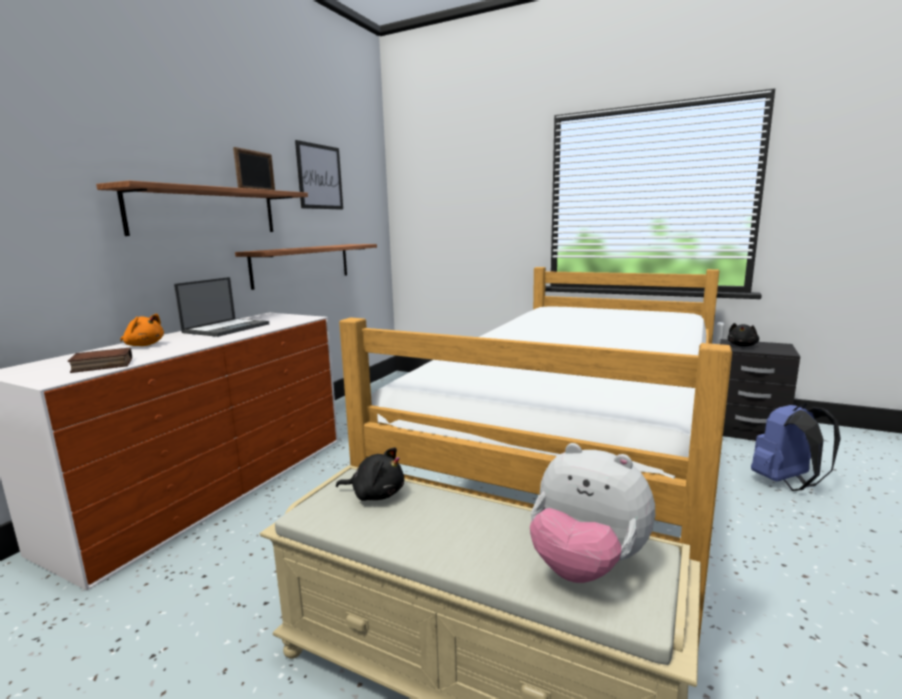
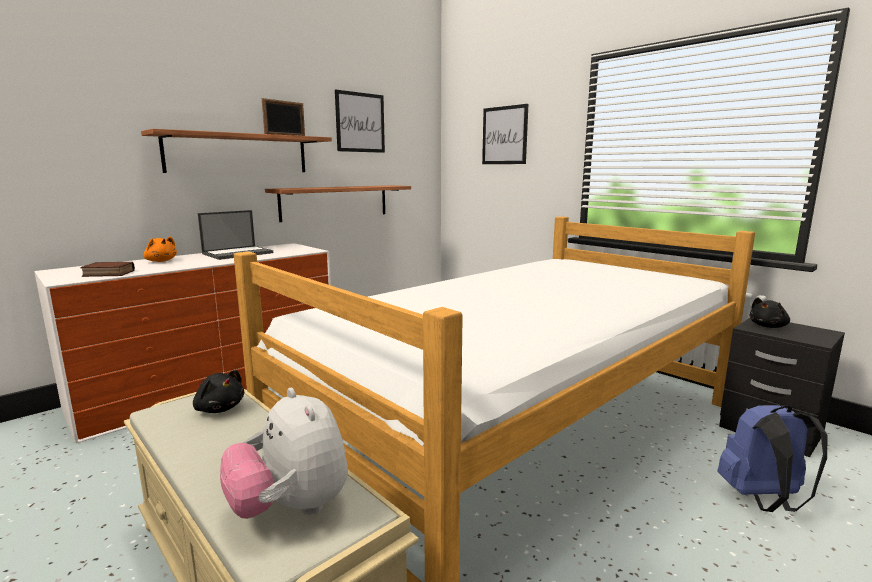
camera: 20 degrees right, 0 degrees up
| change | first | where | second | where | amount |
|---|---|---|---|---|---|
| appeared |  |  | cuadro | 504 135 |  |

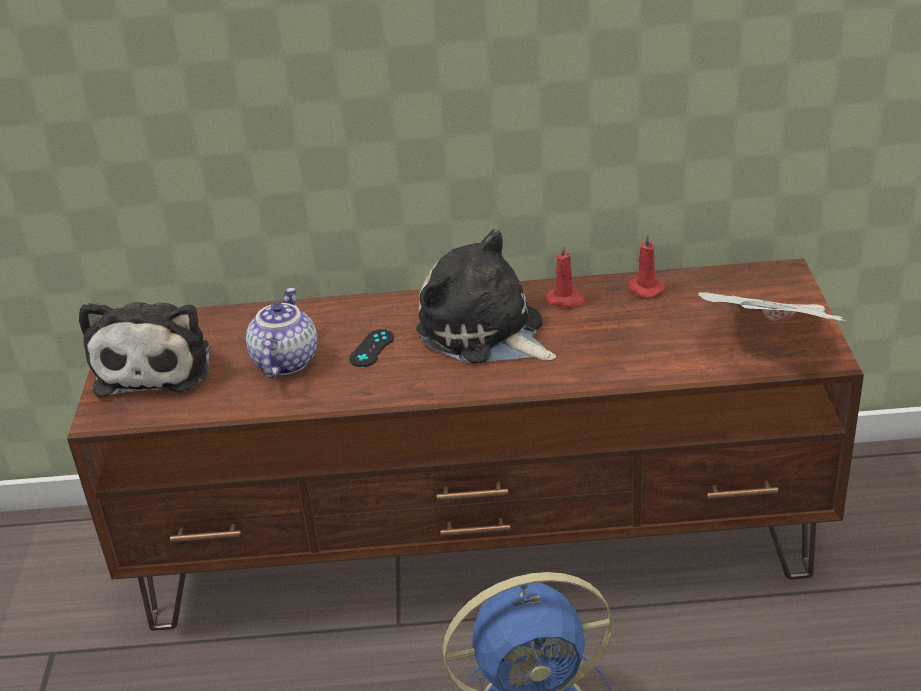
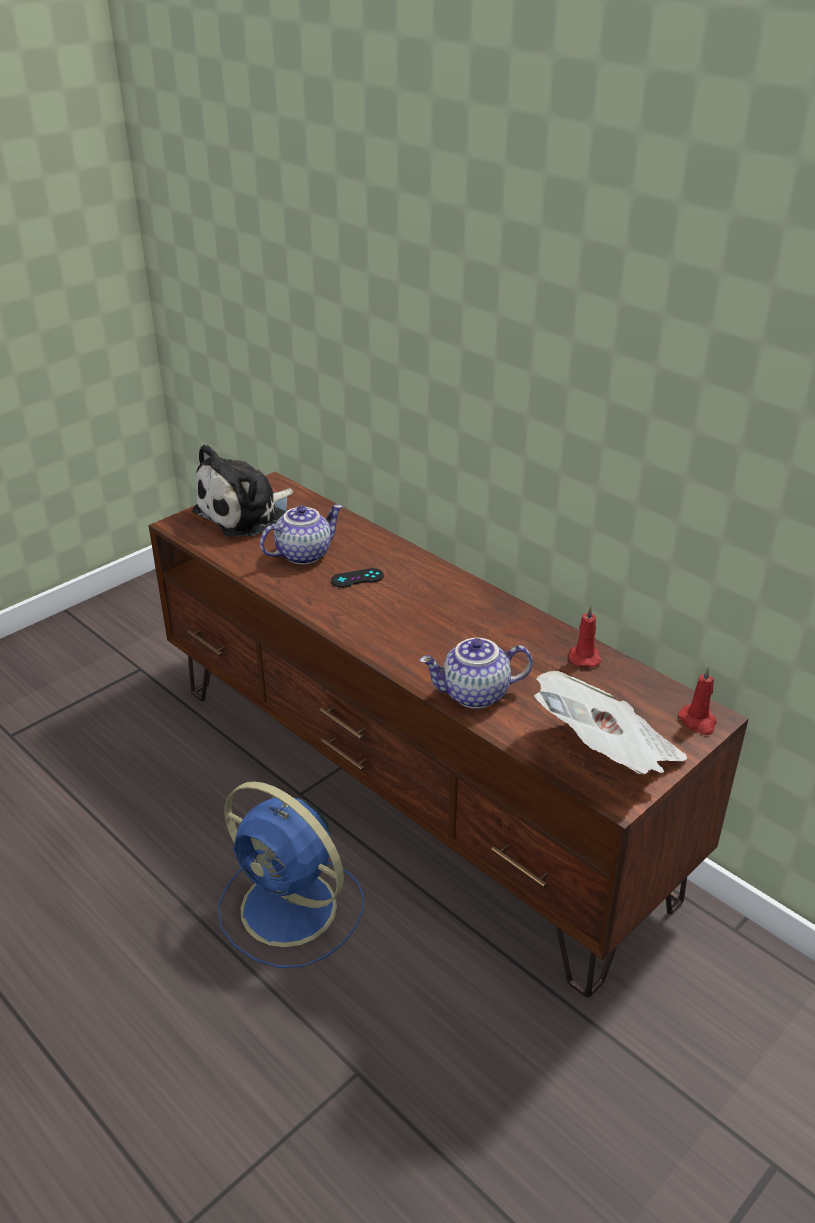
camera: 45 degrees right, 0 degrees up
| change | first | where | second | where | amount |
|---|---|---|---|---|---|
| missing | peluche | 485 333 |  |  |  |
| relocated | vela [rojo] | 566 300 |  | 698 722 |  |
| appeared |  |  | tetera | 475 695 |  |

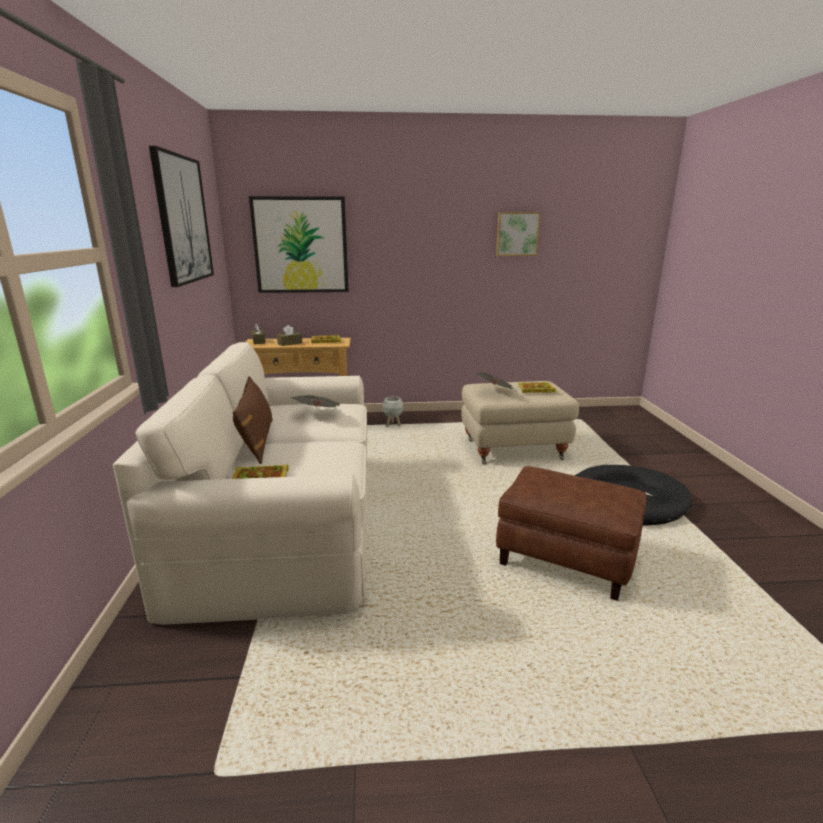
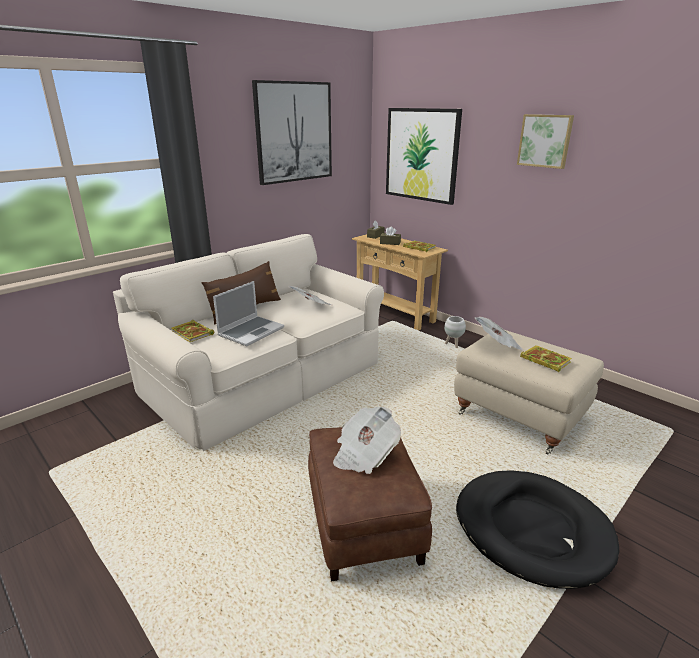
camera: 50 degrees right, 5 degrees up
| change | first | where | second | where | amount |
|---|---|---|---|---|---|
| relocated | cuadro | 517 234 |  | 545 141 |  |
| appeared |  |  | portátil | 251 331 |  |
| appeared |  |  | periódico | 364 454 |  |

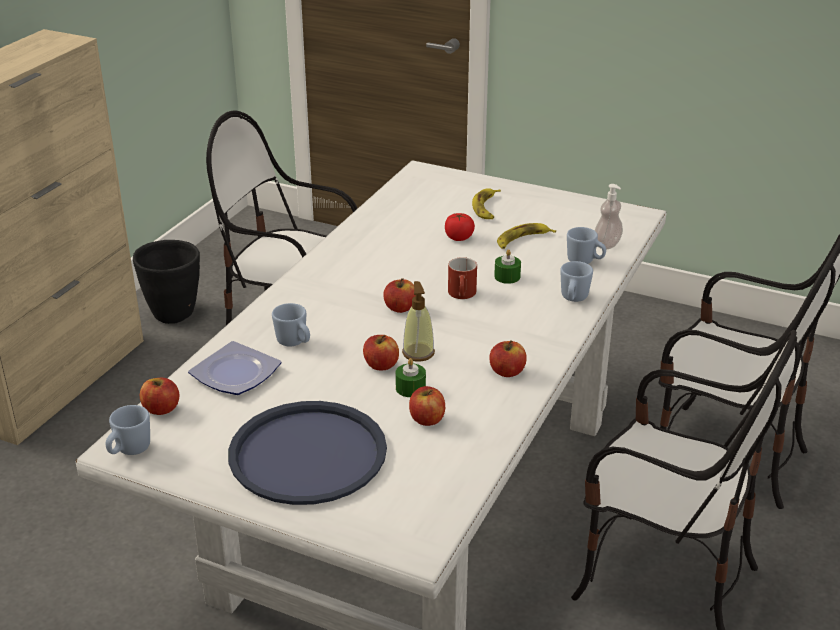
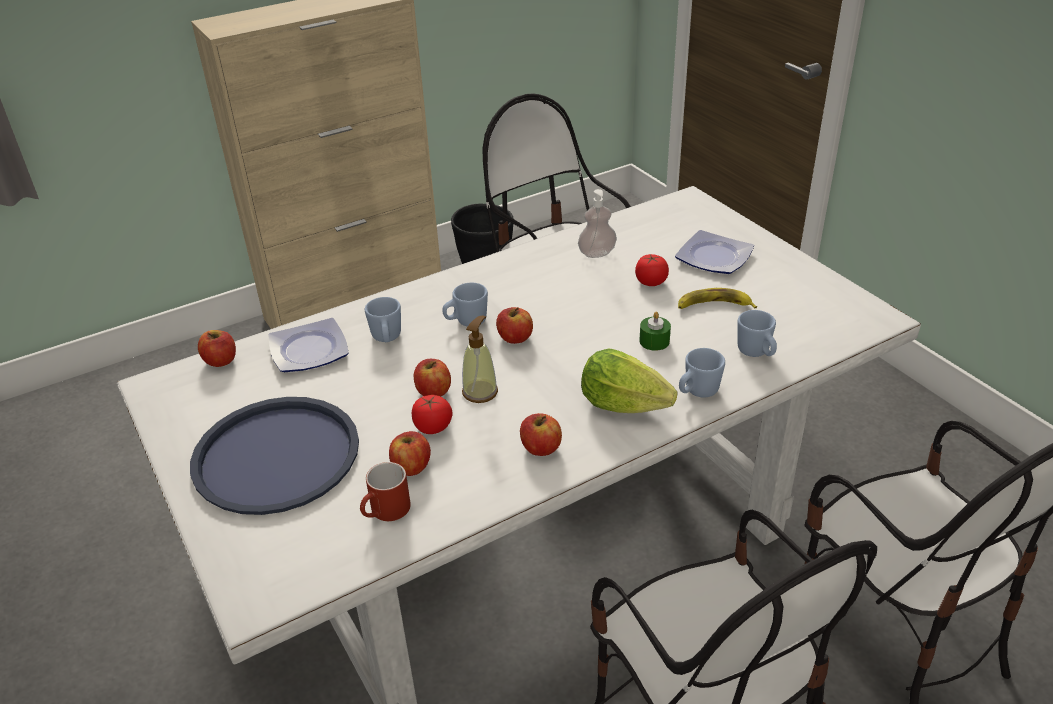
camera: 35 degrees right, 5 degrees up
| change | first | where | second | where | amount |
|---|---|---|---|---|---|
| relocated | dispensador de jabón | 607 244 |  | 597 253 |  |
| exchanged | plátano | 487 208 | plato | 714 258 |  |
| relocated | taza grande [rojo] | 463 295 |  | 386 513 |  |
| exchanged | vela [verde] | 410 388 | tomate | 433 427 |  |
| relocated | taza grande [azul] | 129 451 |  | 466 322 |  |
| appeared |  |  | lechuga | 623 404 |  |

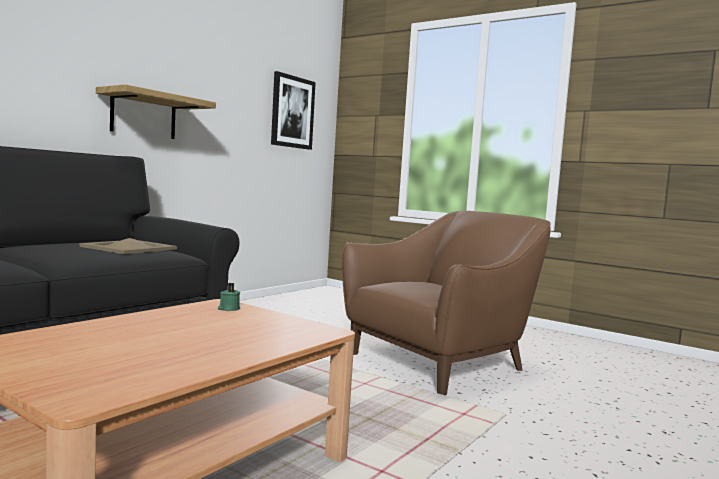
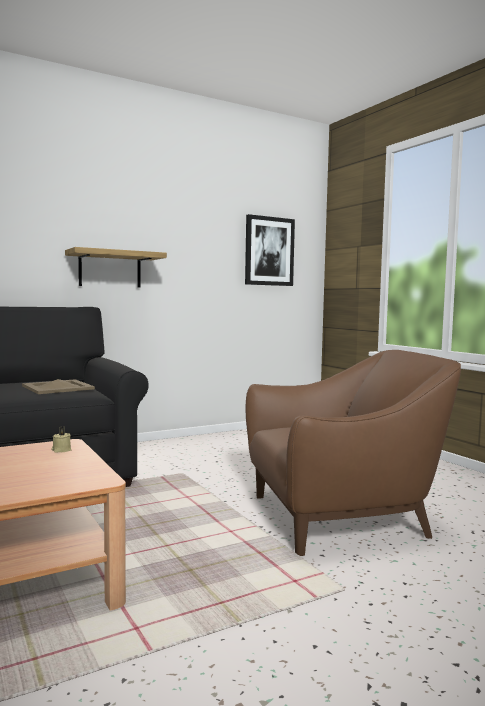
camera: 25 degrees right, 0 degrees up
| change | first | where | second | where | amount |
|---|---|---|---|---|---|
| colour | vela [verde] | 228 309 | vela [beis] | 61 450 |  |

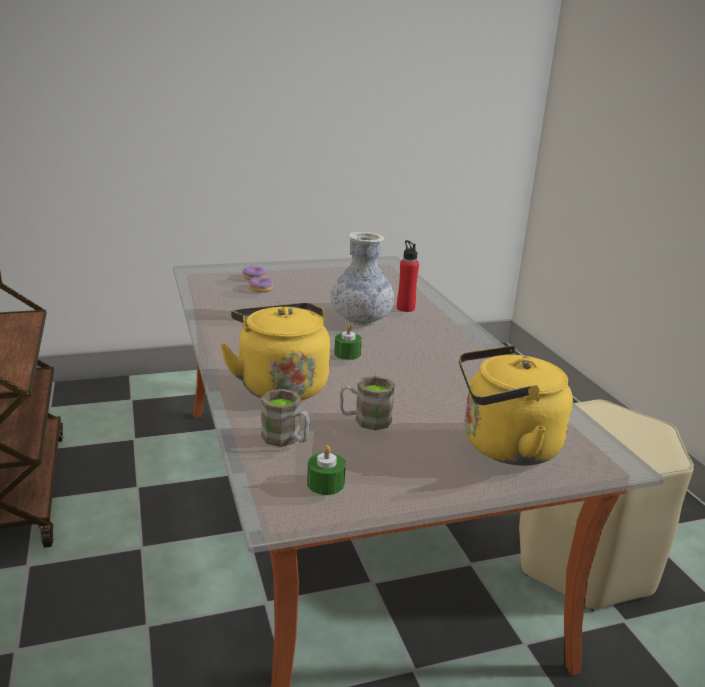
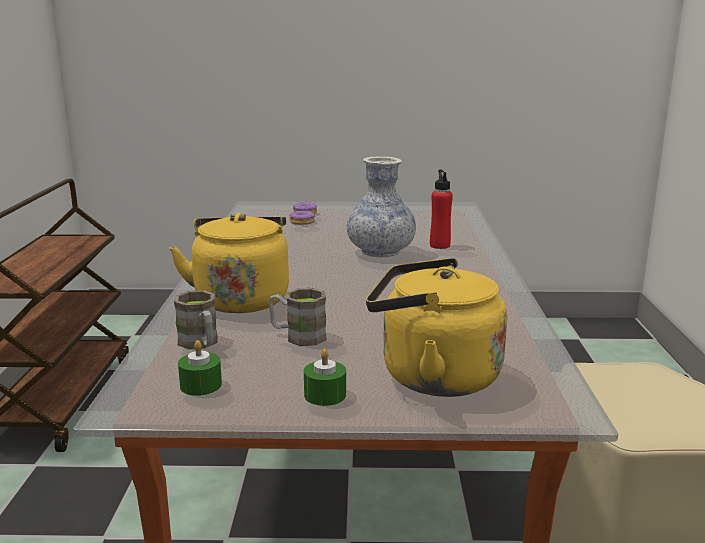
camera: 20 degrees right, 5 degrees down
| change | first | where | second | where | amount |
|---|---|---|---|---|---|
| relocated | vela [verde] | 347 354 |  | 325 395 |  |

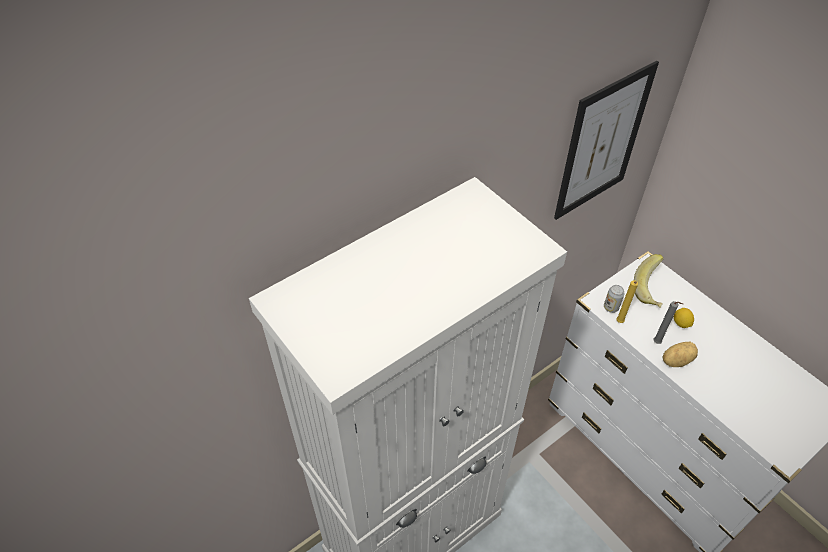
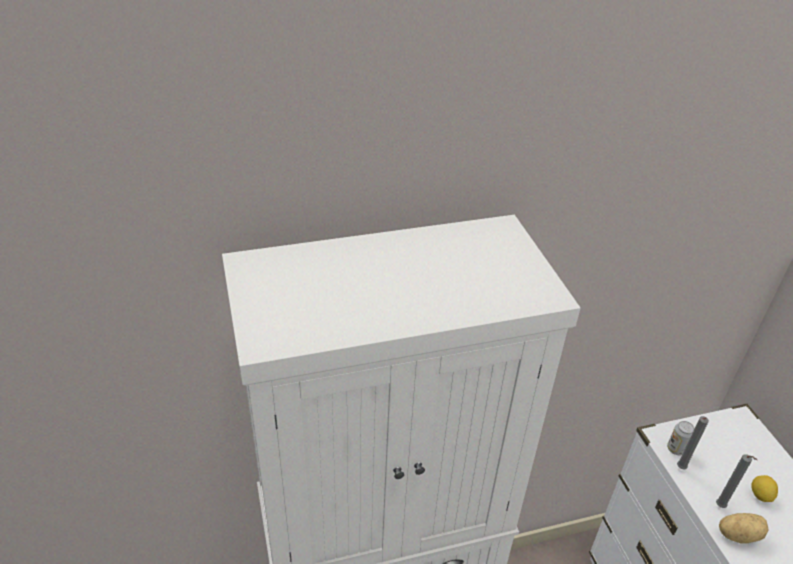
camera: 20 degrees right, 10 degrees down
| change | first | where | second | where | amount |
|---|---|---|---|---|---|
| missing | cuadro | 602 143 |  |  |  |
| missing | plátano | 651 290 |  |  |  |
| colour | vela [amarillo] | 619 322 | vela [gris] | 680 468 |  |

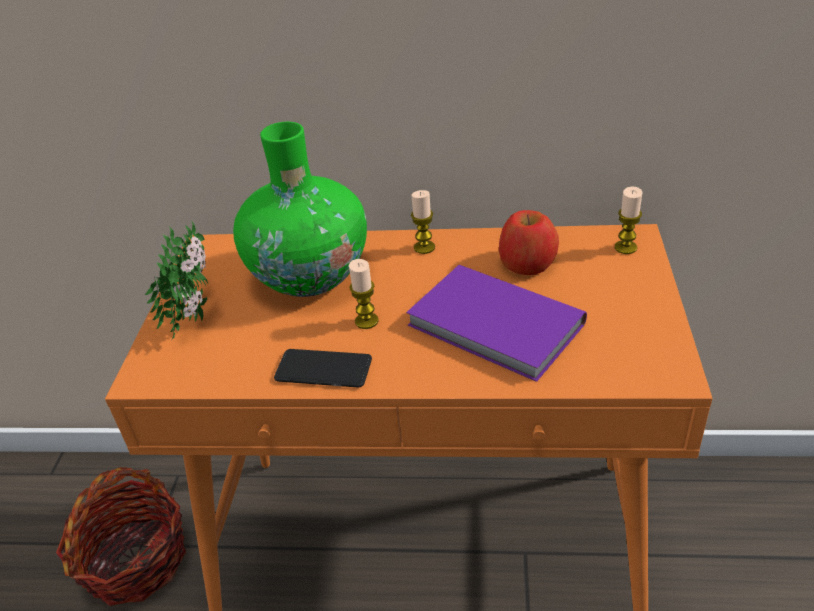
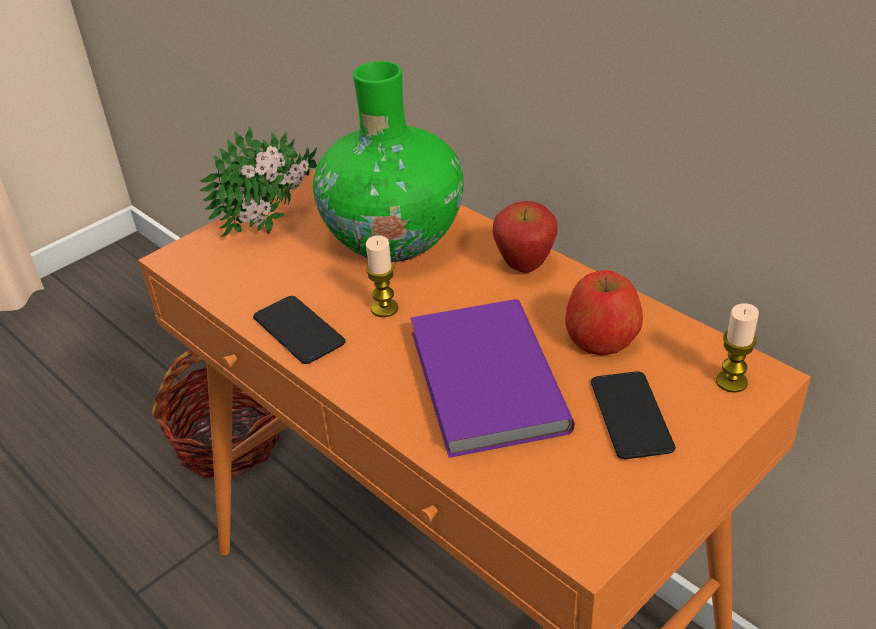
camera: 40 degrees right, 0 degrees up
| change | first | where | second | where | amount |
|---|---|---|---|---|---|
| exchanged | vela | 424 247 | manzana | 524 266 |  |
| appeared |  |  | móvil | 631 416 |  |

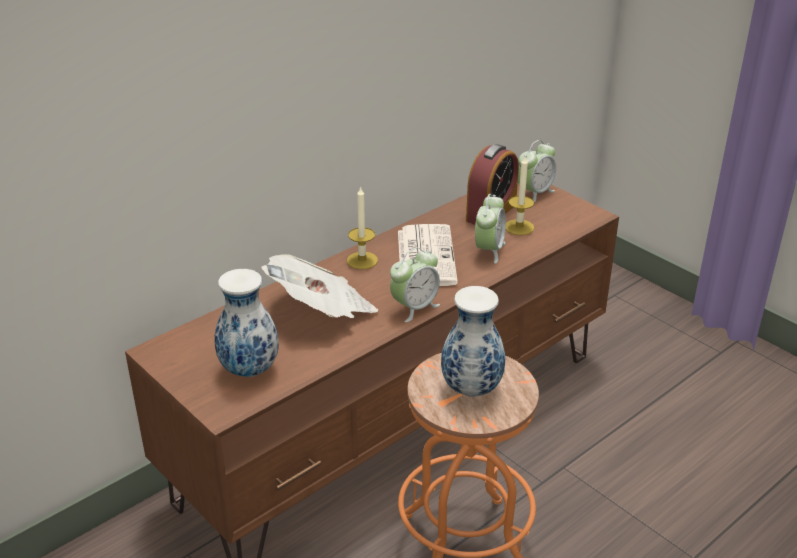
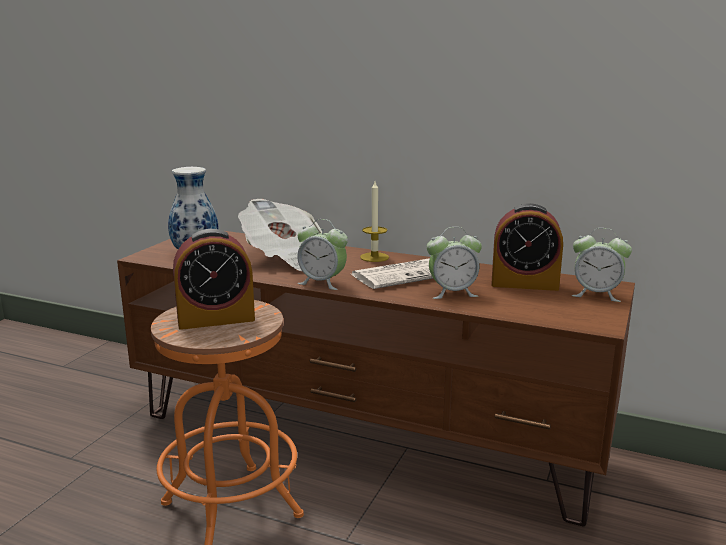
camera: 65 degrees right, 15 degrees down
| change | first | where | second | where | amount |
|---|---|---|---|---|---|
| missing | vela | 519 227 |  |  |  |
| exchanged | florero | 470 388 | despertador | 216 319 |  |

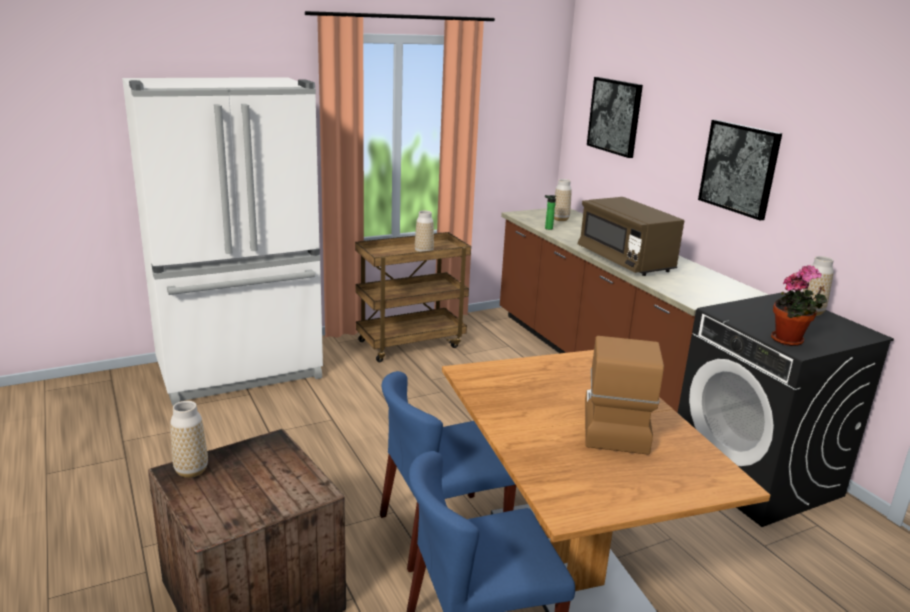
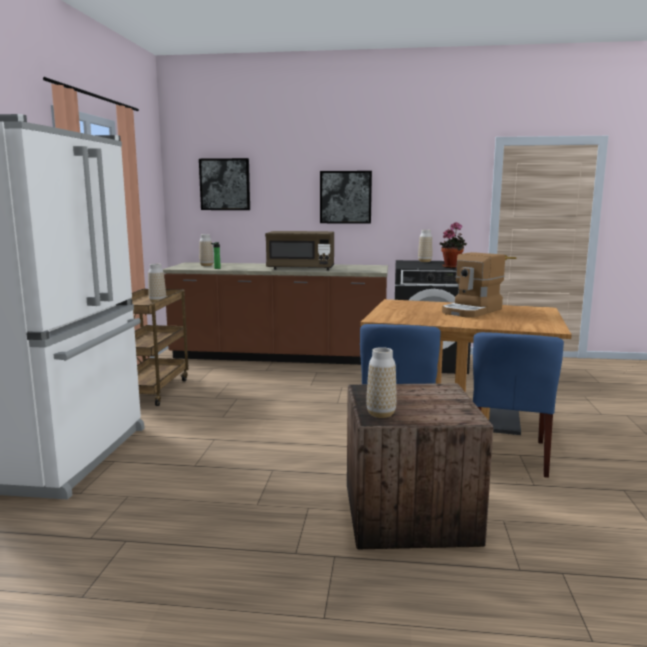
camera: 55 degrees left, 10 degrees down
| change | first | where | second | where | amount |
|---|---|---|---|---|---|
| spun | cafetera | 613 424 |  | 472 311 | 90 degrees counterclockwise |

